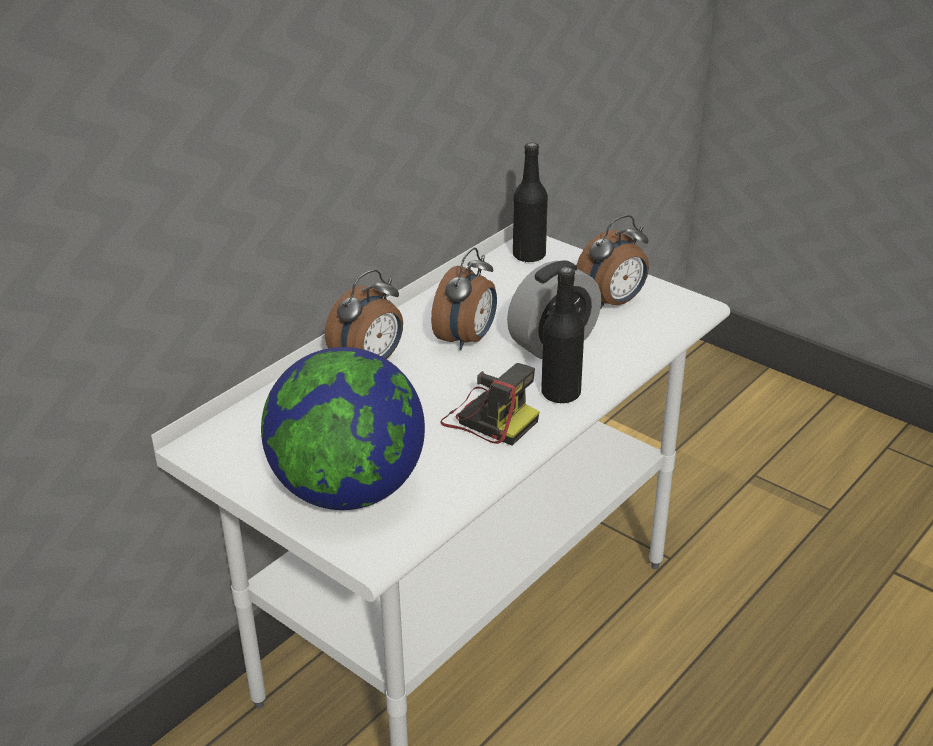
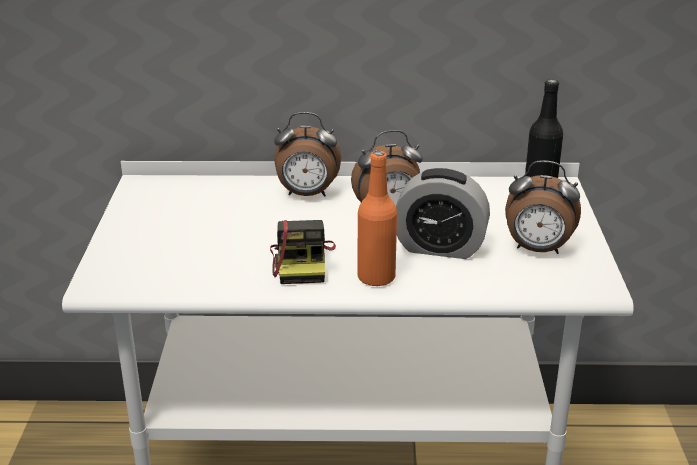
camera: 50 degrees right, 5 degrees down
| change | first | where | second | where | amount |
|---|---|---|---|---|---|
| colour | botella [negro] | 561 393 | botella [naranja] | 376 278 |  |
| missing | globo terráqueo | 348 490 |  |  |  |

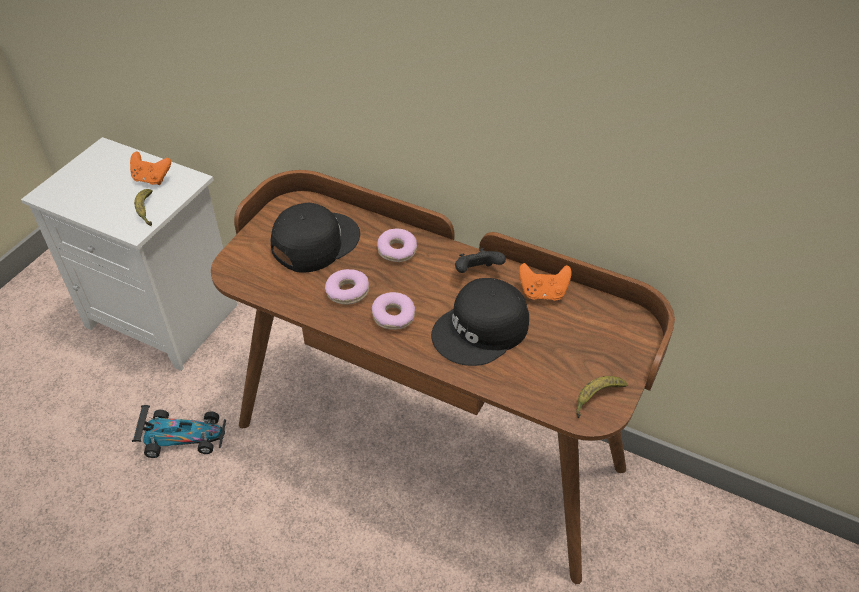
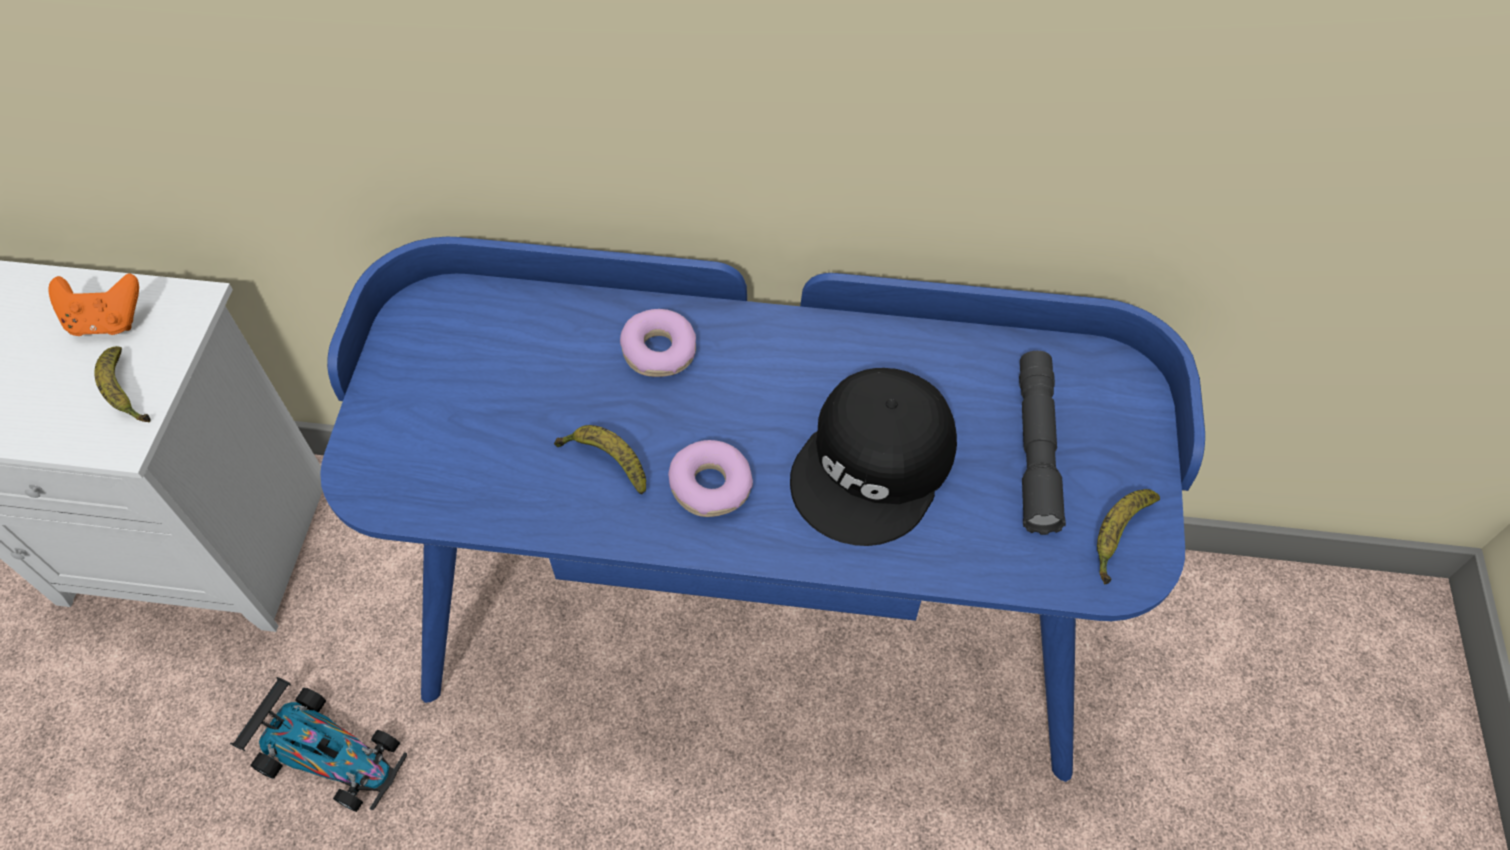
camera: 20 degrees left, 10 degrees up
| change | first | where | second | where | amount |
|---|---|---|---|---|---|
| colour | escritorio [marrón] | 430 443 | escritorio [azul] | 755 623 |  |
| missing | gorra [negro] | 314 242 |  |  |  |
| missing | mando de consola [negro] | 477 272 |  |  |  |
| missing | mando de consola [naranja] | 543 293 |  |  |  |
| exchanged | rosquilla | 347 292 | plátano | 606 462 |  |
| spun | coche de juguete | 182 437 |  | 329 753 | 45 degrees clockwise |
| appeared |  |  | linterna [gris] | 1035 449 |  |

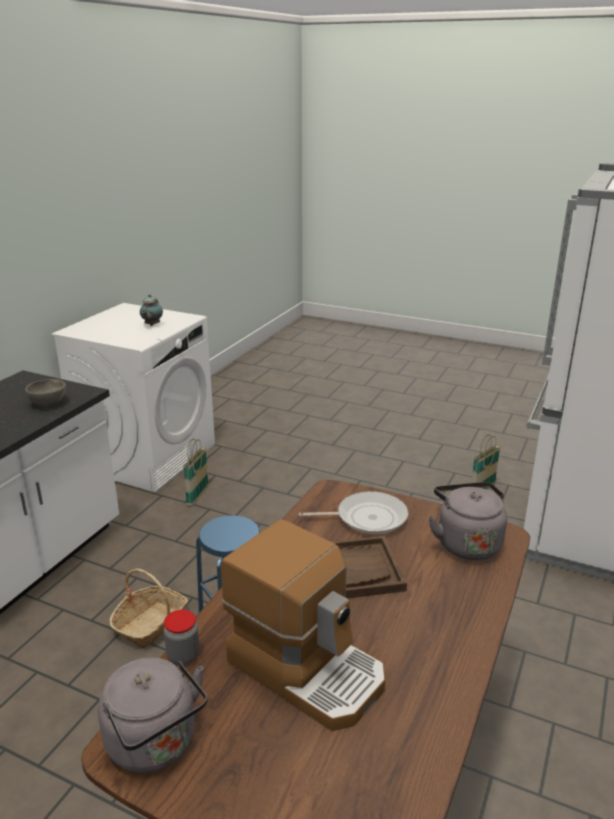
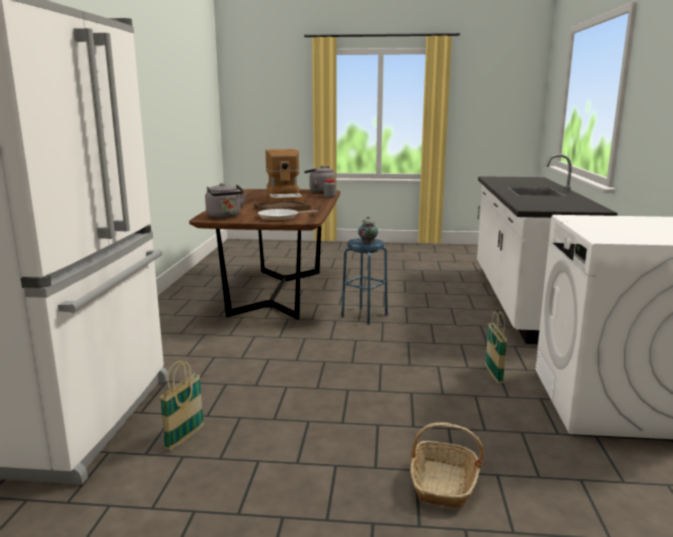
camera: 160 degrees right, 10 degrees down
| change | first | where | second | where | amount |
|---|---|---|---|---|---|
| relocated | tetera | 151 325 |  | 367 243 |  |
| missing | cuenco [gris] | 49 404 |  |  |  |
| spun | cafetera | 307 668 |  | 285 198 | 120 degrees counterclockwise |
| relocated | cesta | 151 624 |  | 443 484 |  |

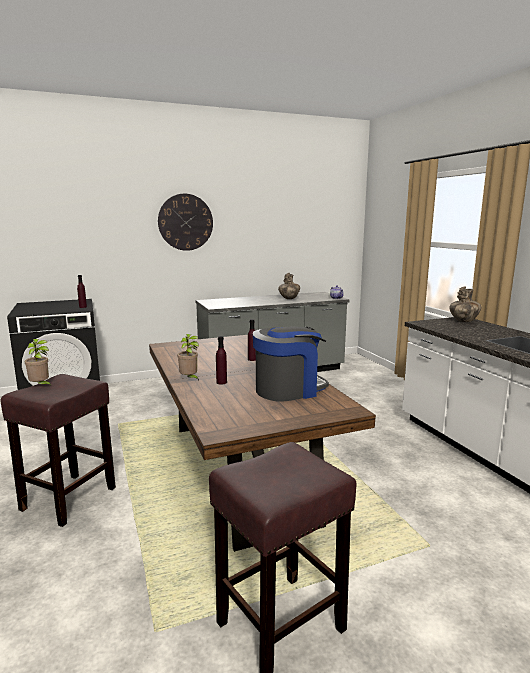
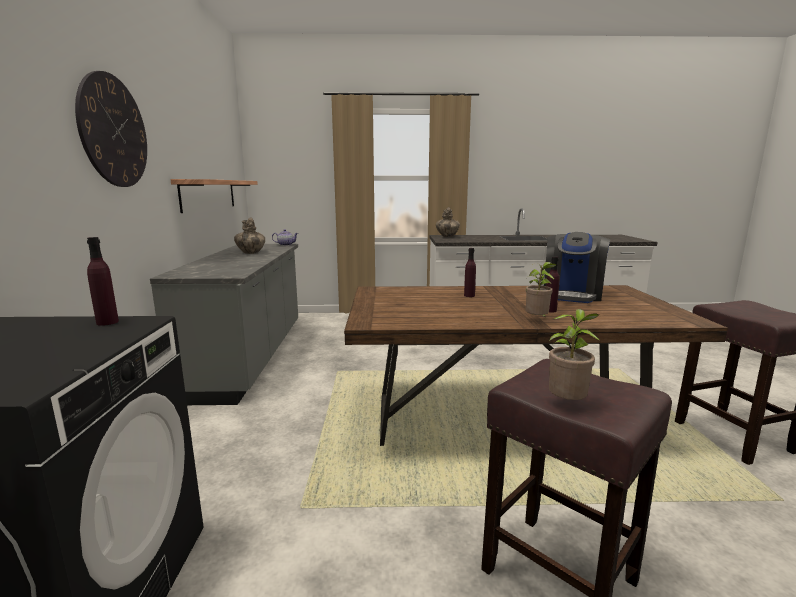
camera: 70 degrees left, 0 degrees up
| change | first | where | second | where | amount |
|---|---|---|---|---|---|
| spun | cafetera | 288 389 |  | 572 295 | 150 degrees counterclockwise |
| appeared |  |  | estante | 209 194 |  |

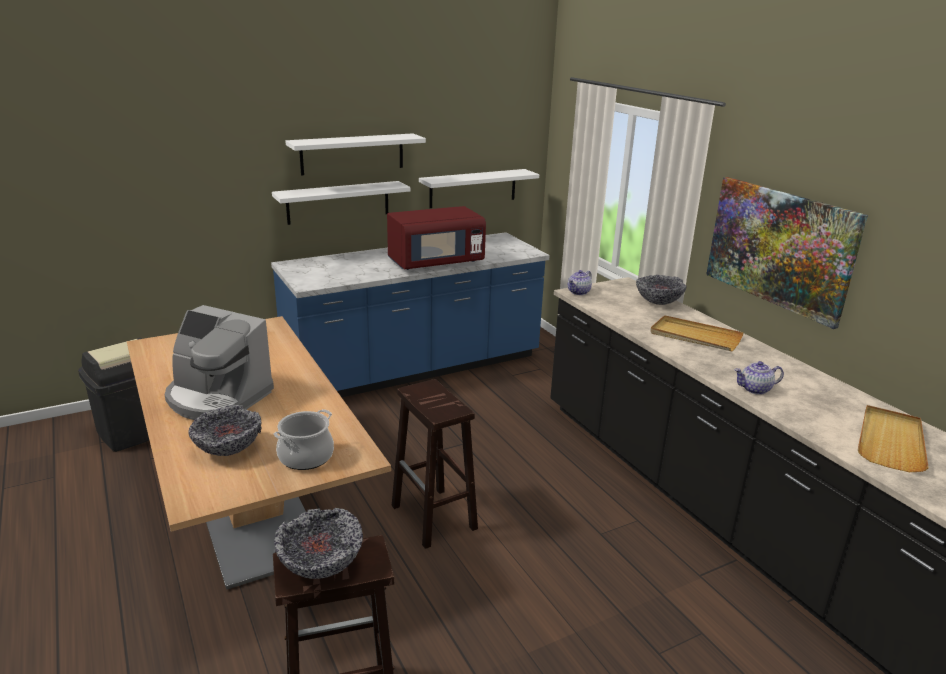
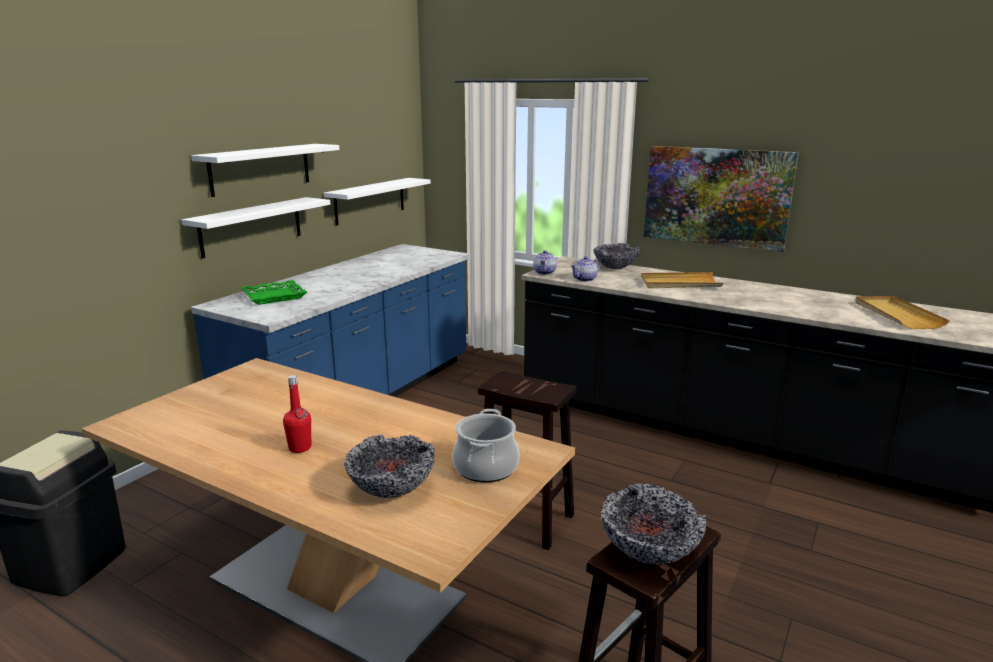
camera: 30 degrees left, 5 degrees down
| change | first | where | second | where | amount |
|---|---|---|---|---|---|
| missing | microondas [rojo] | 435 262 |  |  |  |
| exchanged | cafetera | 217 397 | botella [rojo] | 300 448 |  |
| relocated | tetera | 755 389 |  | 585 279 |  |
| appeared |  |  | bandeja [verde] | 274 297 |  |

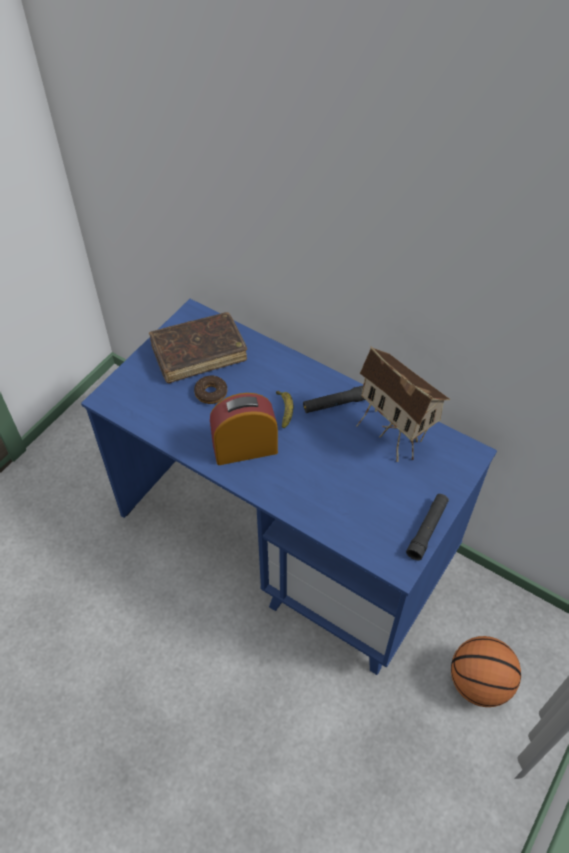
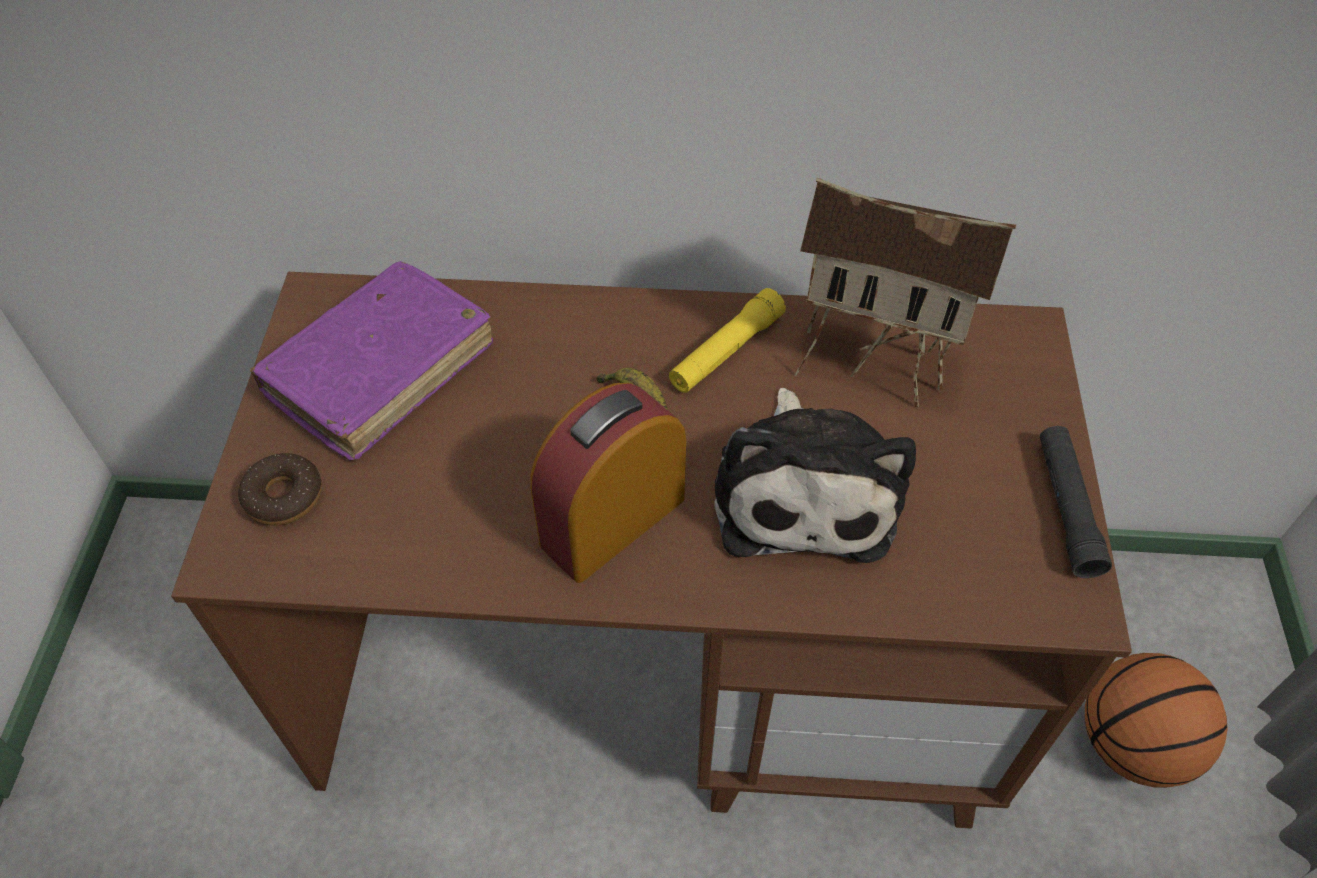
camera: 30 degrees left, 0 degrees up
| change | first | where | second | where | amount |
|---|---|---|---|---|---|
| colour | escritorio [azul] | 286 538 | escritorio [marrón] | 661 664 |  |
| colour | libro [marrón] | 199 353 | libro [morado] | 380 370 |  |
| relocated | rosquilla | 211 393 |  | 284 496 |  |
| colour | linterna [negro] | 335 404 | linterna [amarillo] | 726 351 |  |
| appeared |  |  | peluche | 804 490 |  |

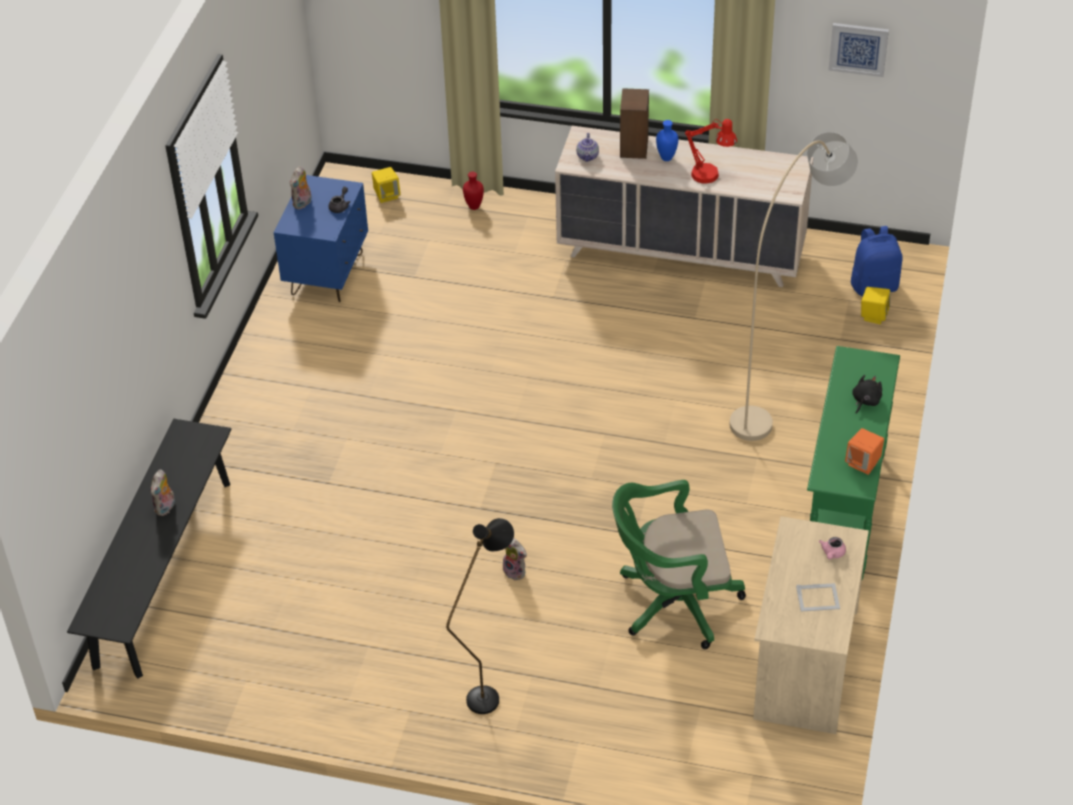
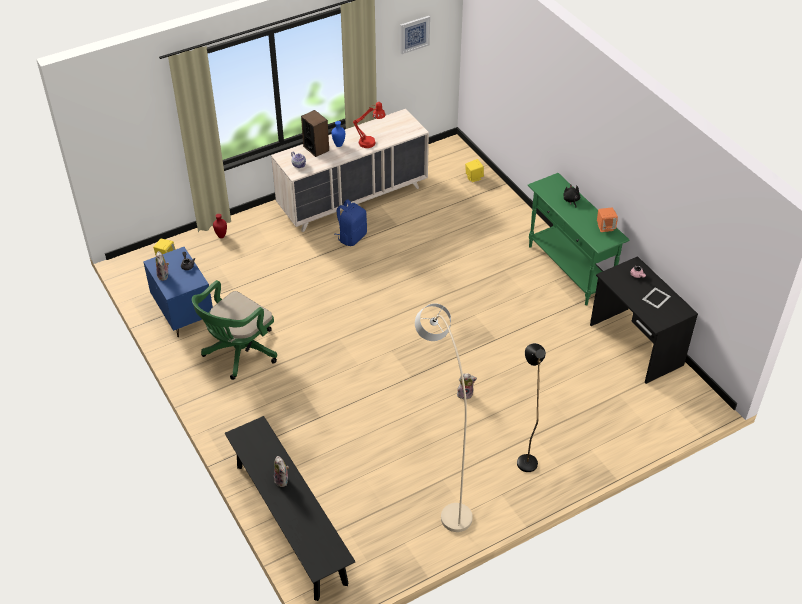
camera: 45 degrees left, 0 degrees up
| change | first | where | second | where | amount |
|---|---|---|---|---|---|
| relocated | lámpara de pie [beis] | 786 375 |  | 441 471 |  |
| relocated | mochila [azul] | 874 286 |  | 352 237 |  |
| relocated | silla de oficina [verde] | 672 603 |  | 238 353 |  |
| colour | escritorio [beis] | 804 664 | escritorio [negro] | 635 345 |  |

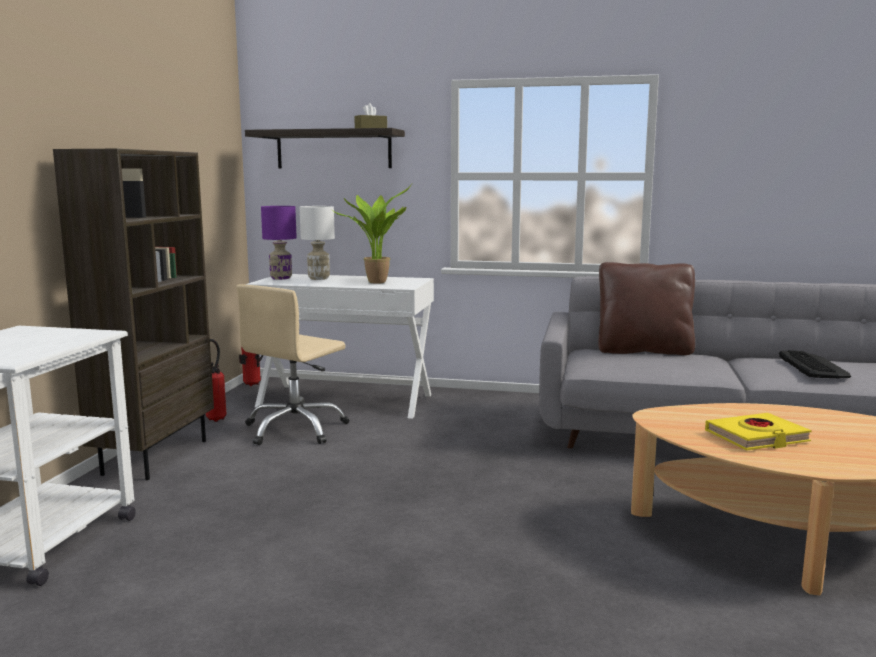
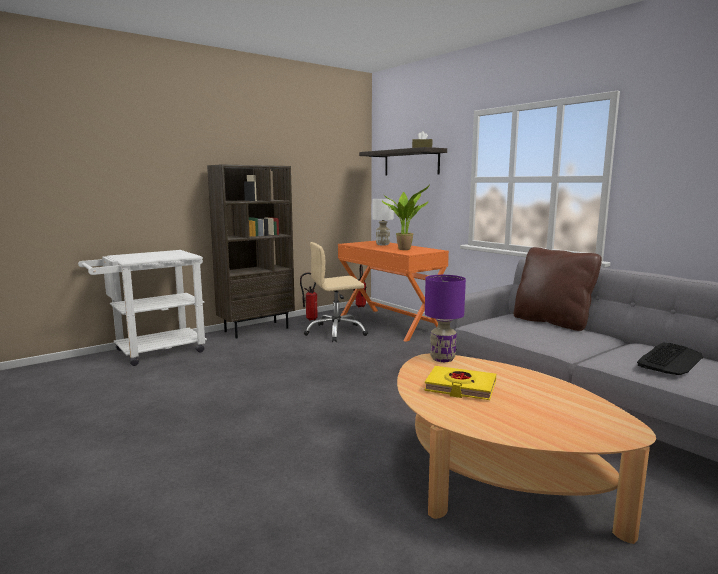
camera: 40 degrees right, 0 degrees up
| change | first | where | second | where | amount |
|---|---|---|---|---|---|
| relocated | lámpara de mesa [morado] | 281 278 |  | 443 358 |  |
| colour | escritorio [blanco] | 346 400 | escritorio [naranja] | 390 324 |  |

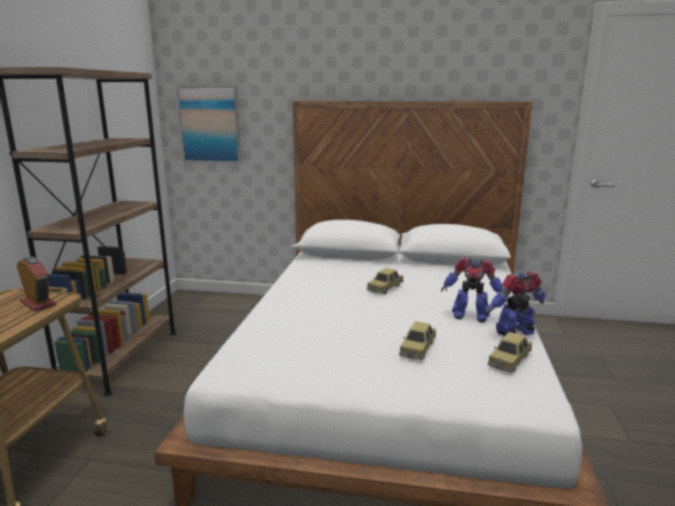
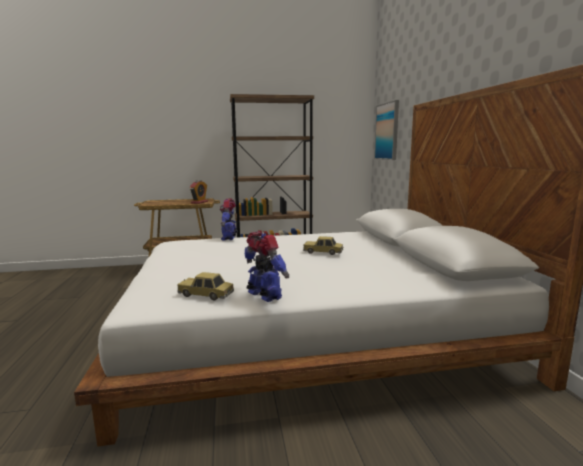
camera: 70 degrees right, 5 degrees down
| change | first | where | second | where | amount |
|---|---|---|---|---|---|
| relocated | robot de juguete | 470 316 |  | 229 238 |  |
| missing | coche de juguete | 418 348 |  |  |  |

